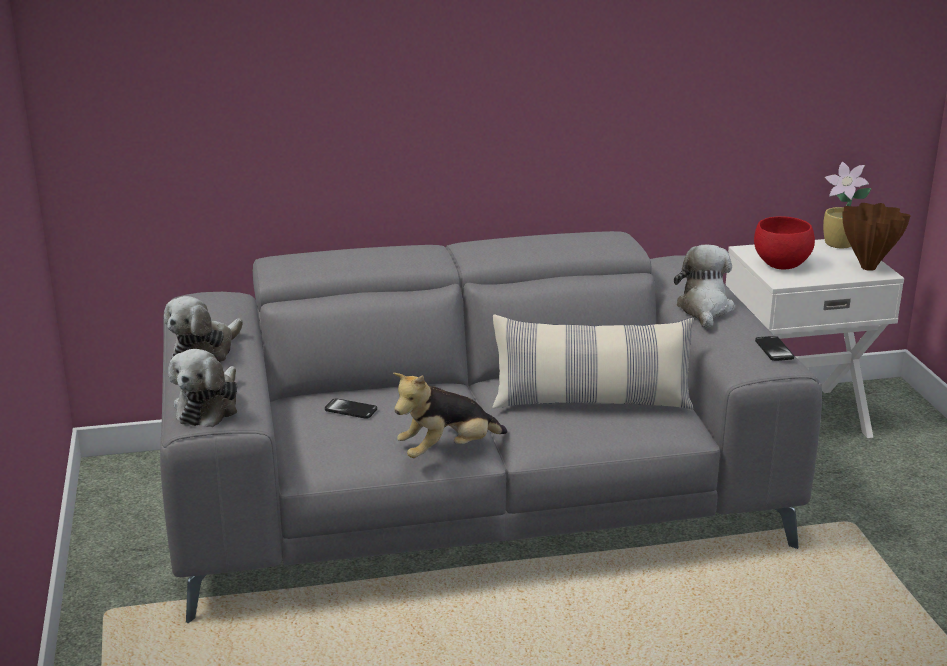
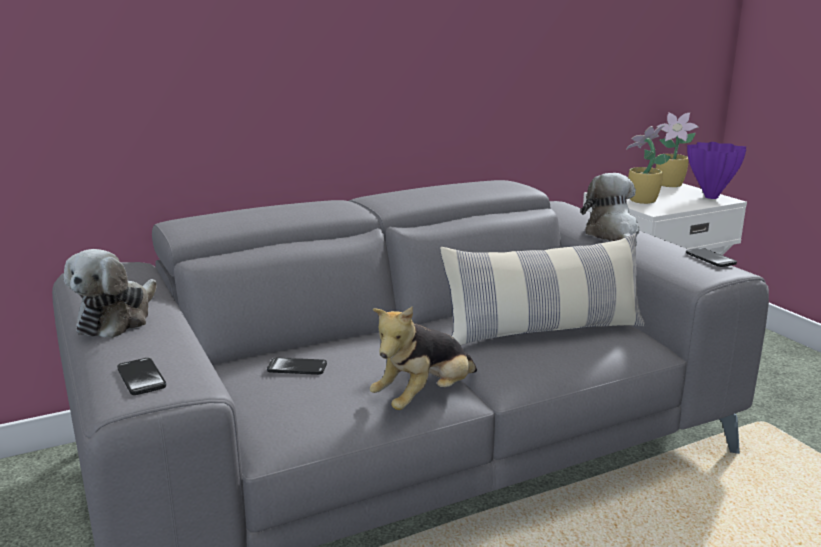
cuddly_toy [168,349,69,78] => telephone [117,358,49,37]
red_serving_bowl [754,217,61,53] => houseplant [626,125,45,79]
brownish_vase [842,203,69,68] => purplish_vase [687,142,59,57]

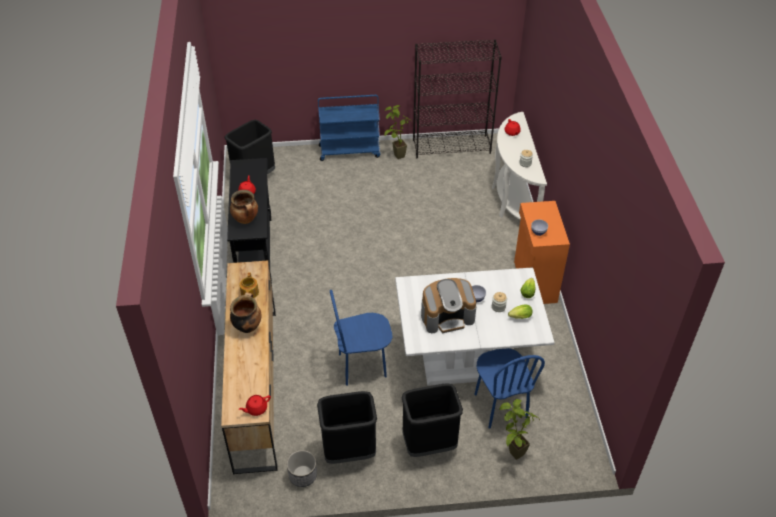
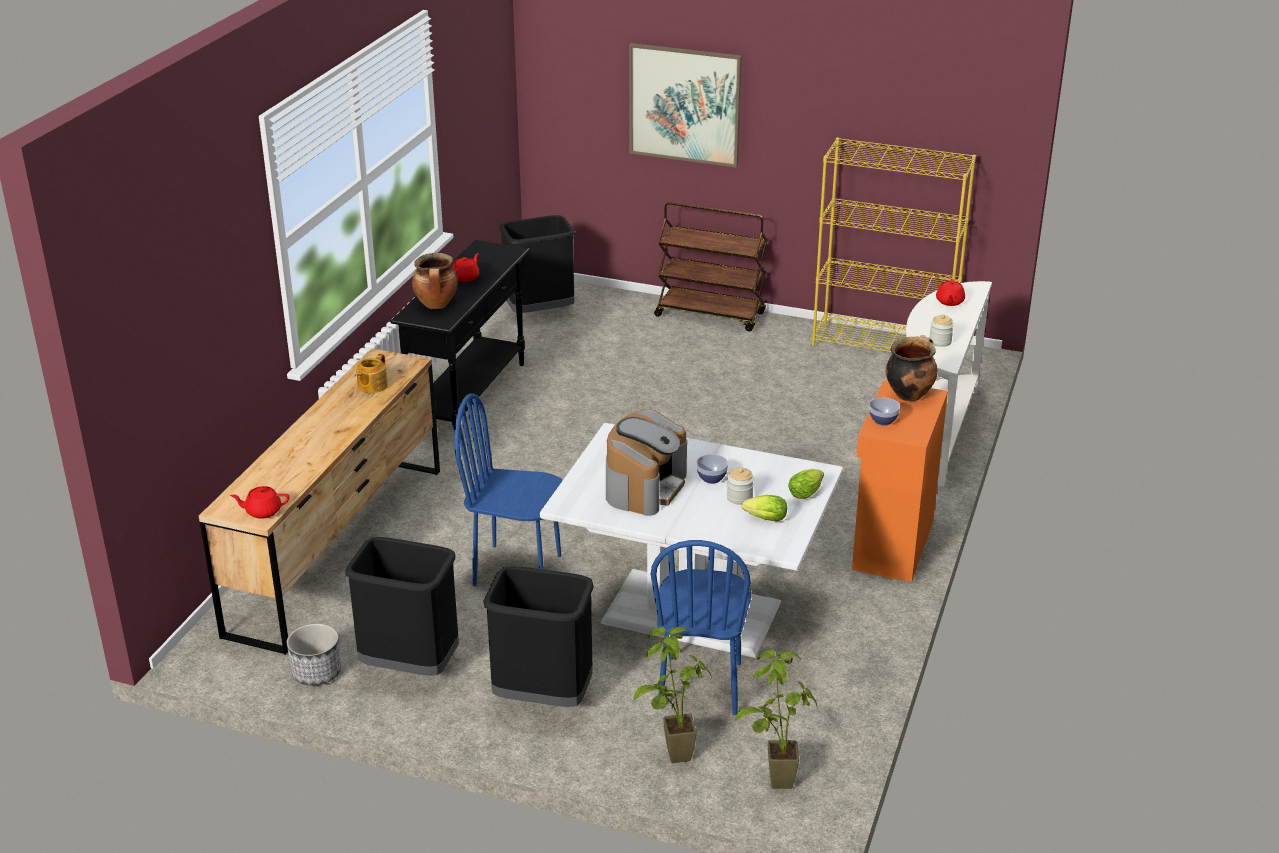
coffee_machine [421,278,55,55] => coffee_machine [606,409,81,107], 75 degrees counterclockwise
nothing => picture [629,43,113,125]
bluish_wheeled_cart [318,95,63,66] => brownish_wheeled_cart [654,202,113,130]
houseplant [384,105,25,54] => houseplant [735,650,82,139], move
black_shelving_unit [413,39,89,119] => yellow_shelving_unit [812,138,164,214]
cooking_pot [230,292,32,41] => cooking_pot [886,335,52,66], move

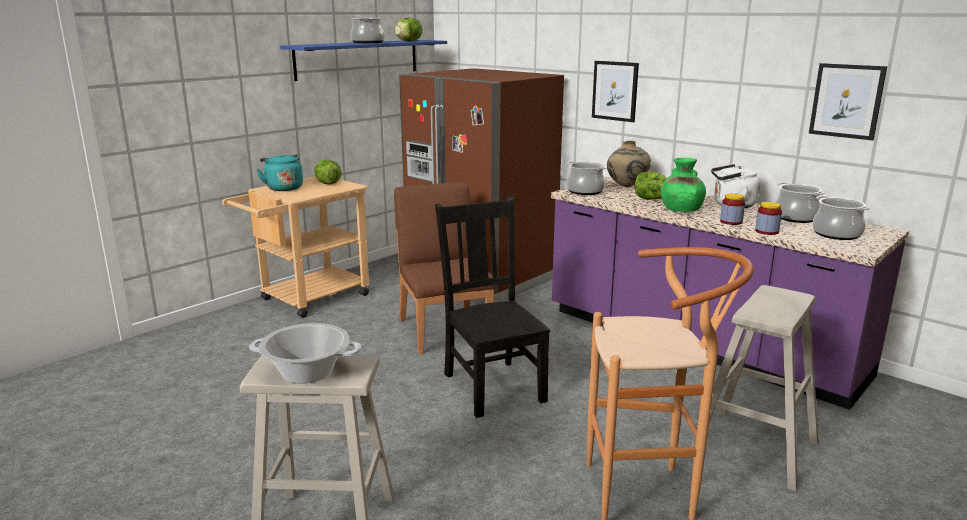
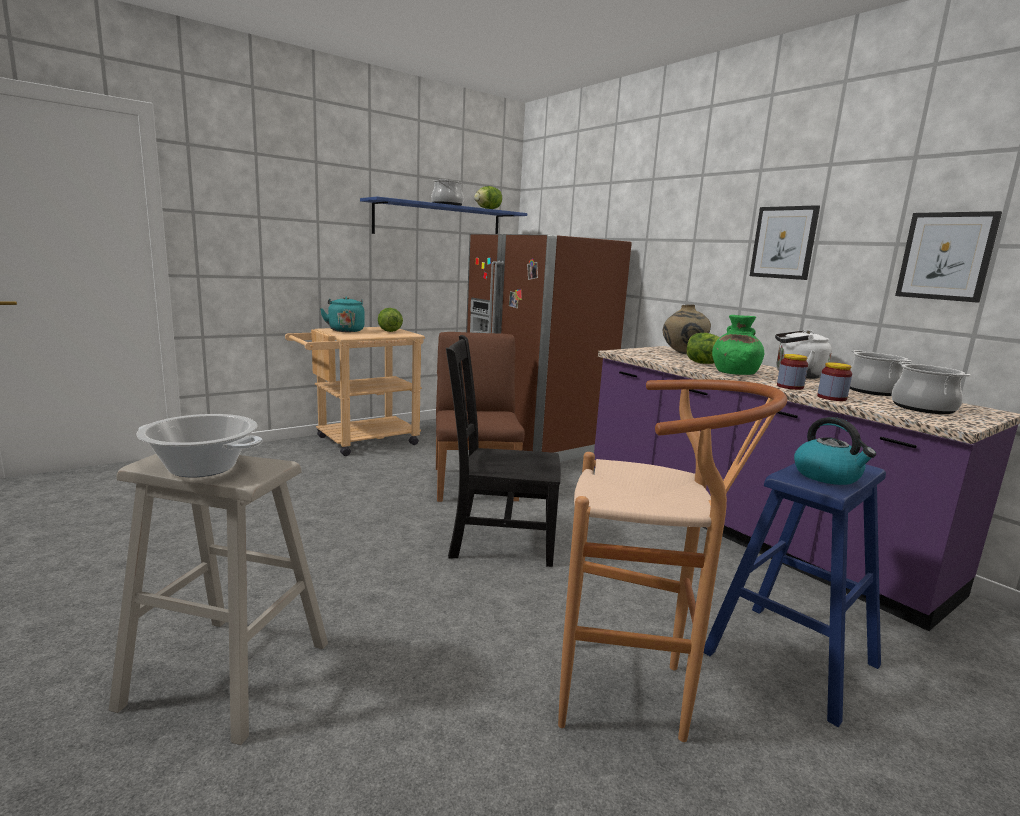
black_chair [435,196,115,222] => black_chair [446,335,115,232], 75 degrees counterclockwise
beige-coloured_sitting_stool [691,285,128,207] => bluish_sitting_stool [704,463,182,264]
picture [592,61,47,61] => picture [750,205,70,75], move
nothing => kettle [794,417,82,68]
cooking_pot [566,161,41,34] => nothing

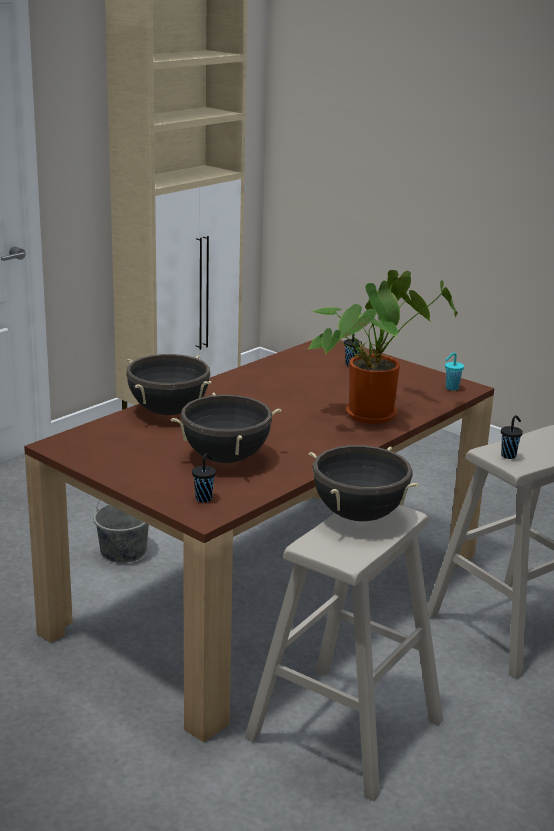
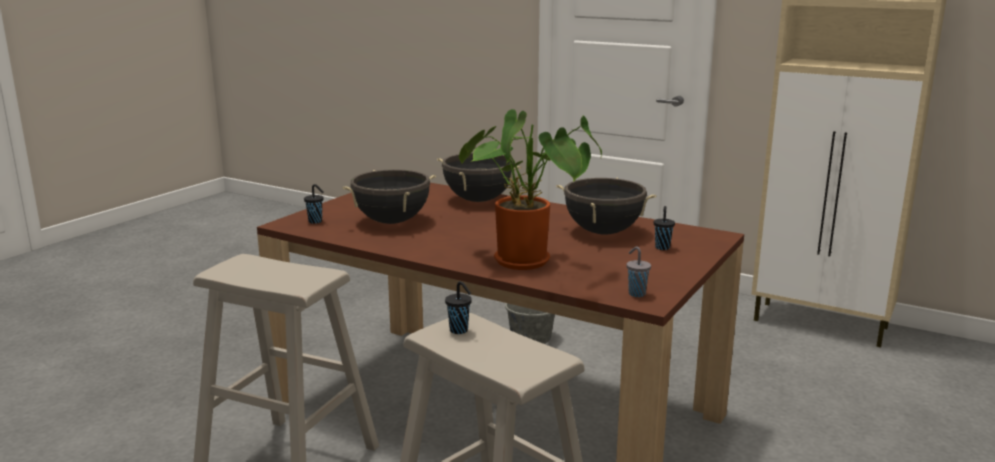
black_cooking_pot [309,445,110,76] => black_cooking_pot [556,177,100,58], move
blue-green_small_cup [445,352,19,39] => greyish_small_cup [627,247,24,50]

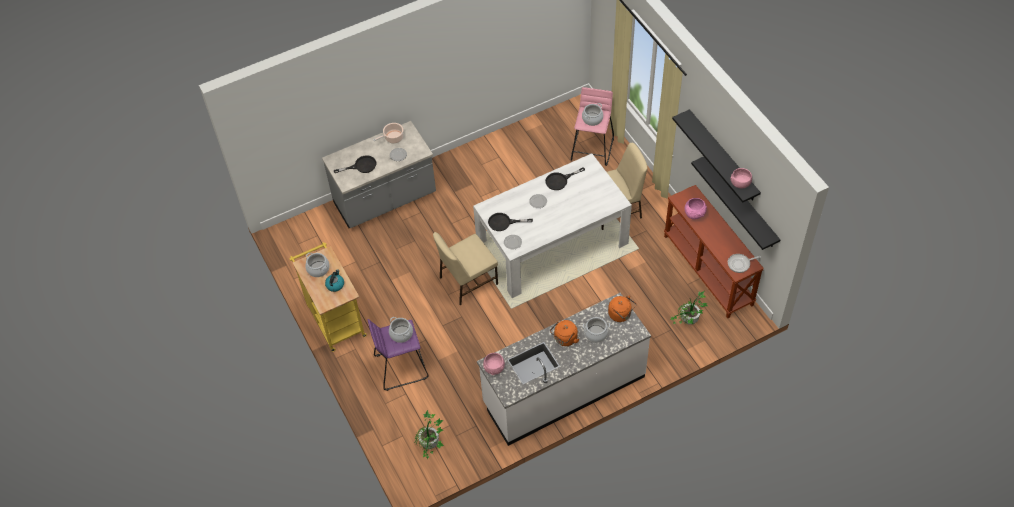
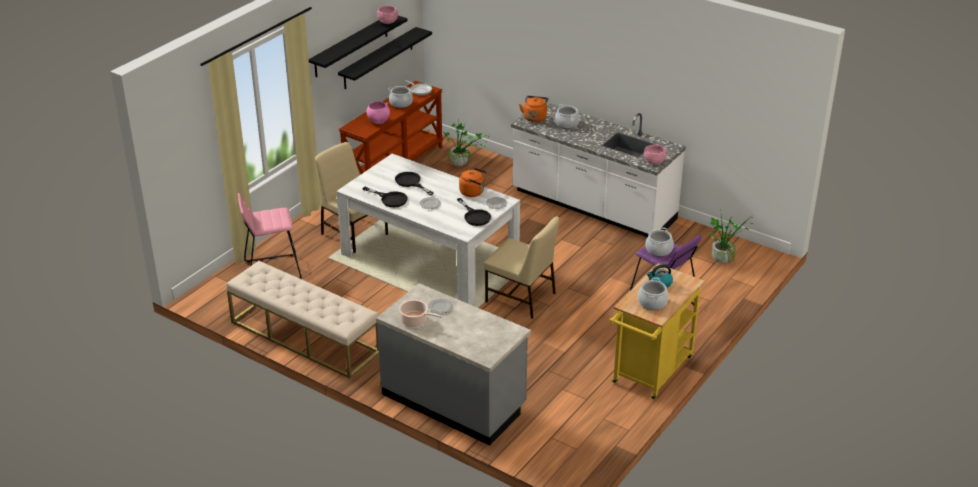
nothing => beige-coloured_bench [226,261,153,117]
cooking_pot [582,103,21,23] => cooking_pot [388,86,25,22], move
black_skillet [334,155,42,18] => black_skillet [395,172,39,23], move
orange-coloured_kettle [550,320,29,26] => orange-coloured_kettle [459,168,28,29], move

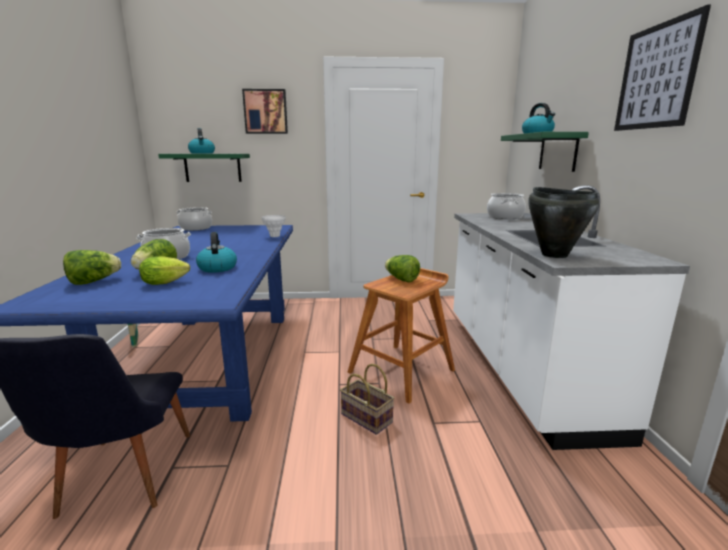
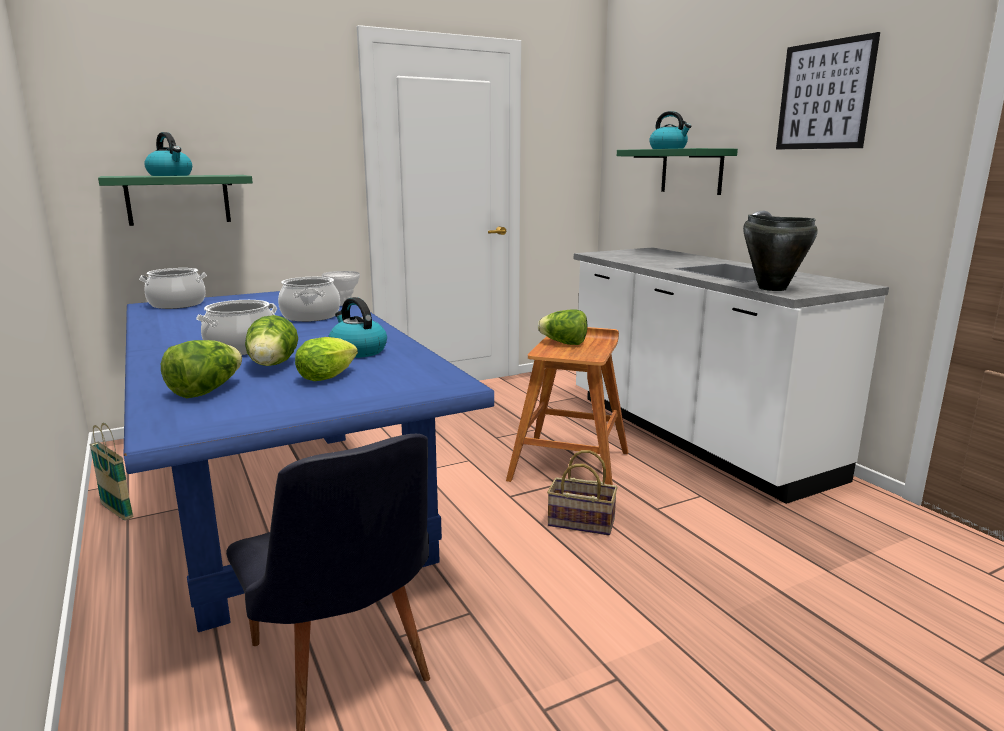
cooking_pot [487,193,39,26] => cooking_pot [278,277,62,45], move
picture [242,89,46,45] => nothing

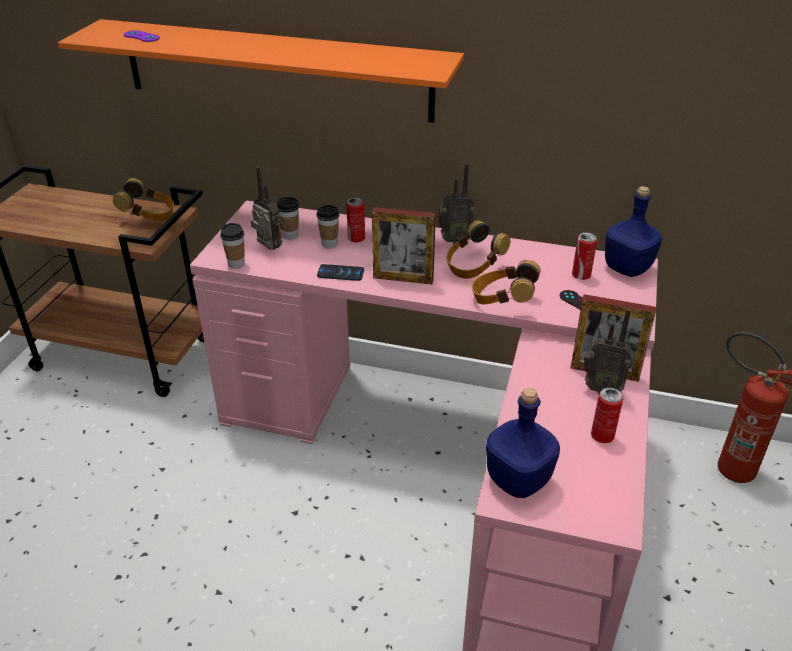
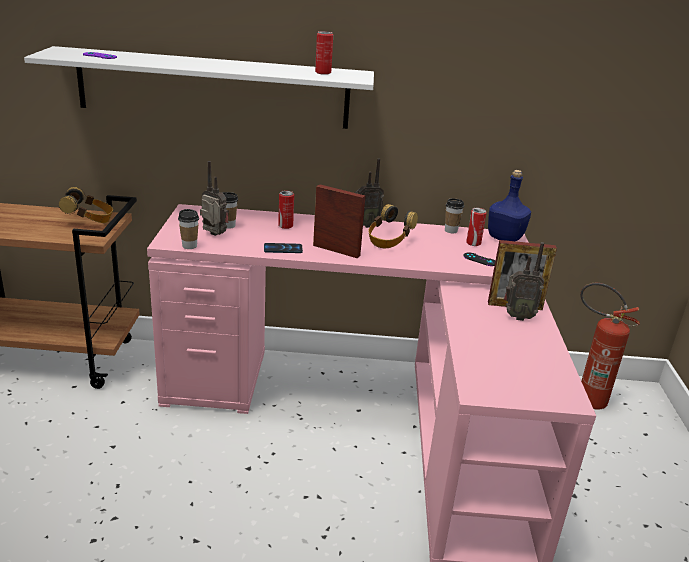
orange-coloured_wall_shelf [58,19,406,104] => white_wall_shelf [24,46,350,83]
picture_frame [372,207,64,77] => picture_frame [313,184,53,74], 150 degrees counterclockwise
sealed_can [591,388,32,55] => sealed_can [315,31,18,44], move
small_cup [316,205,23,43] => small_cup [445,198,19,35], move
pair_of_headphones [472,260,68,44] => nothing
bluish_bottle [486,388,74,110] => nothing

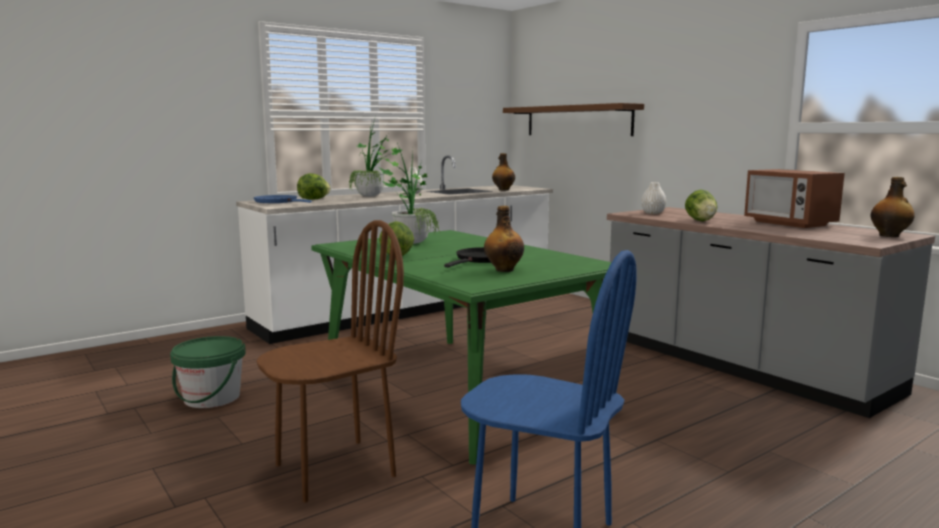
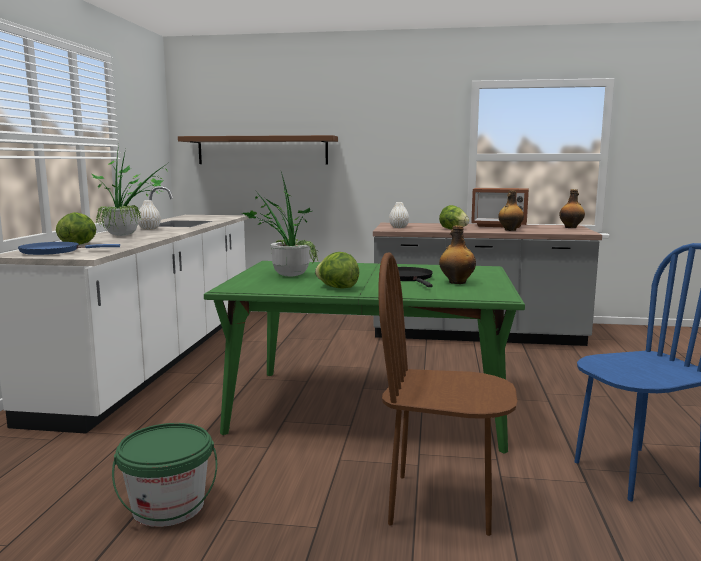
brownish_chair [256,220,148,282] => brownish_chair [379,252,139,284], 90 degrees counterclockwise
bottle [492,153,23,37] => bottle [498,190,26,41], move

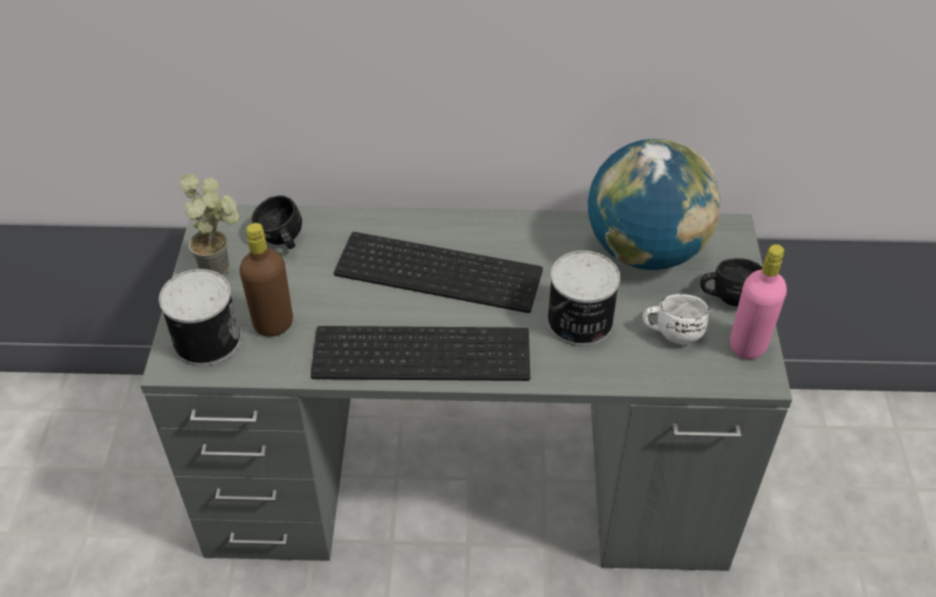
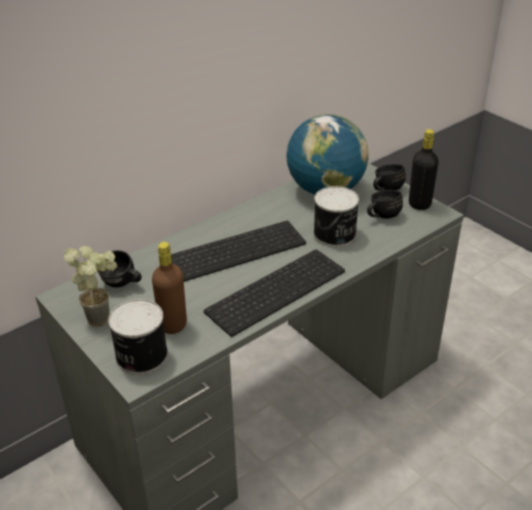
white_mug [643,294,67,51] => black_mug [367,190,36,29]
pink-coloured_bottle [730,244,57,115] => black_bottle [409,129,30,81]

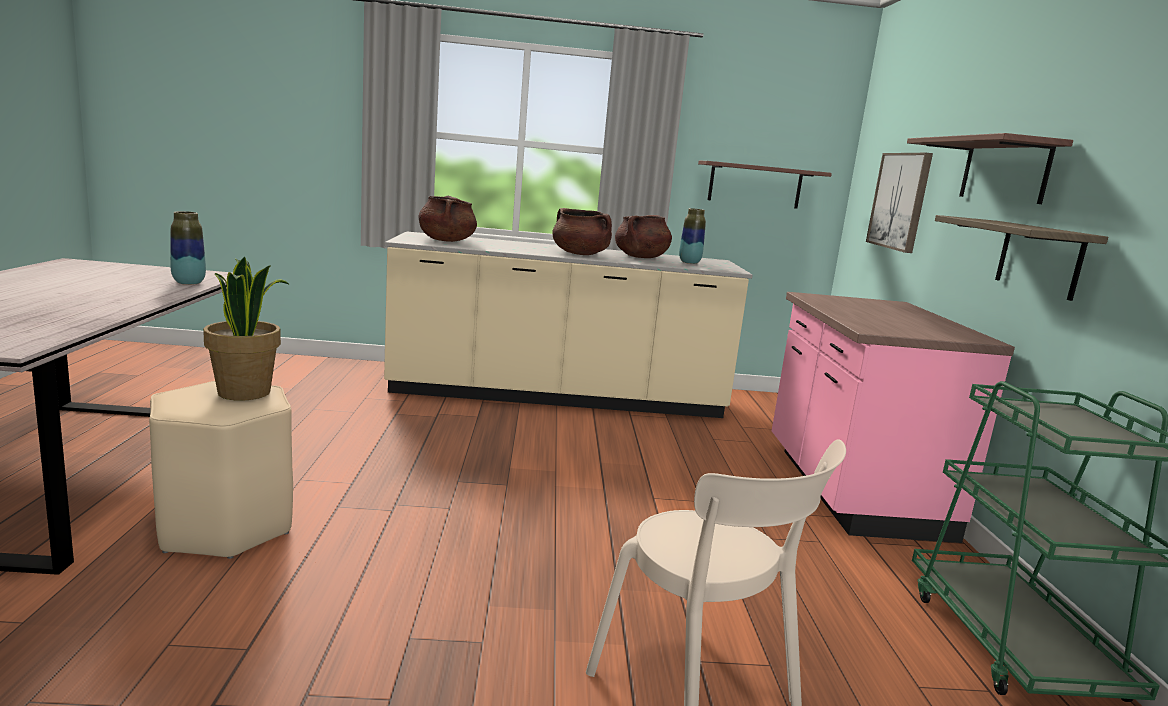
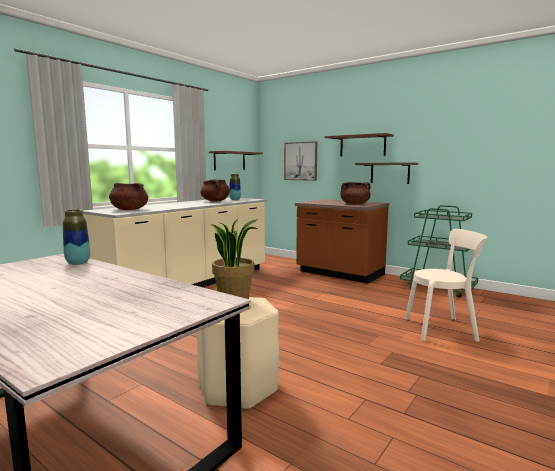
pink-coloured_kitchen_counter [772,292,243,251] => brownish_kitchen_counter [295,199,94,85]
brownish_cooking_pot [552,208,60,47] => brownish_cooking_pot [340,182,30,22], move

